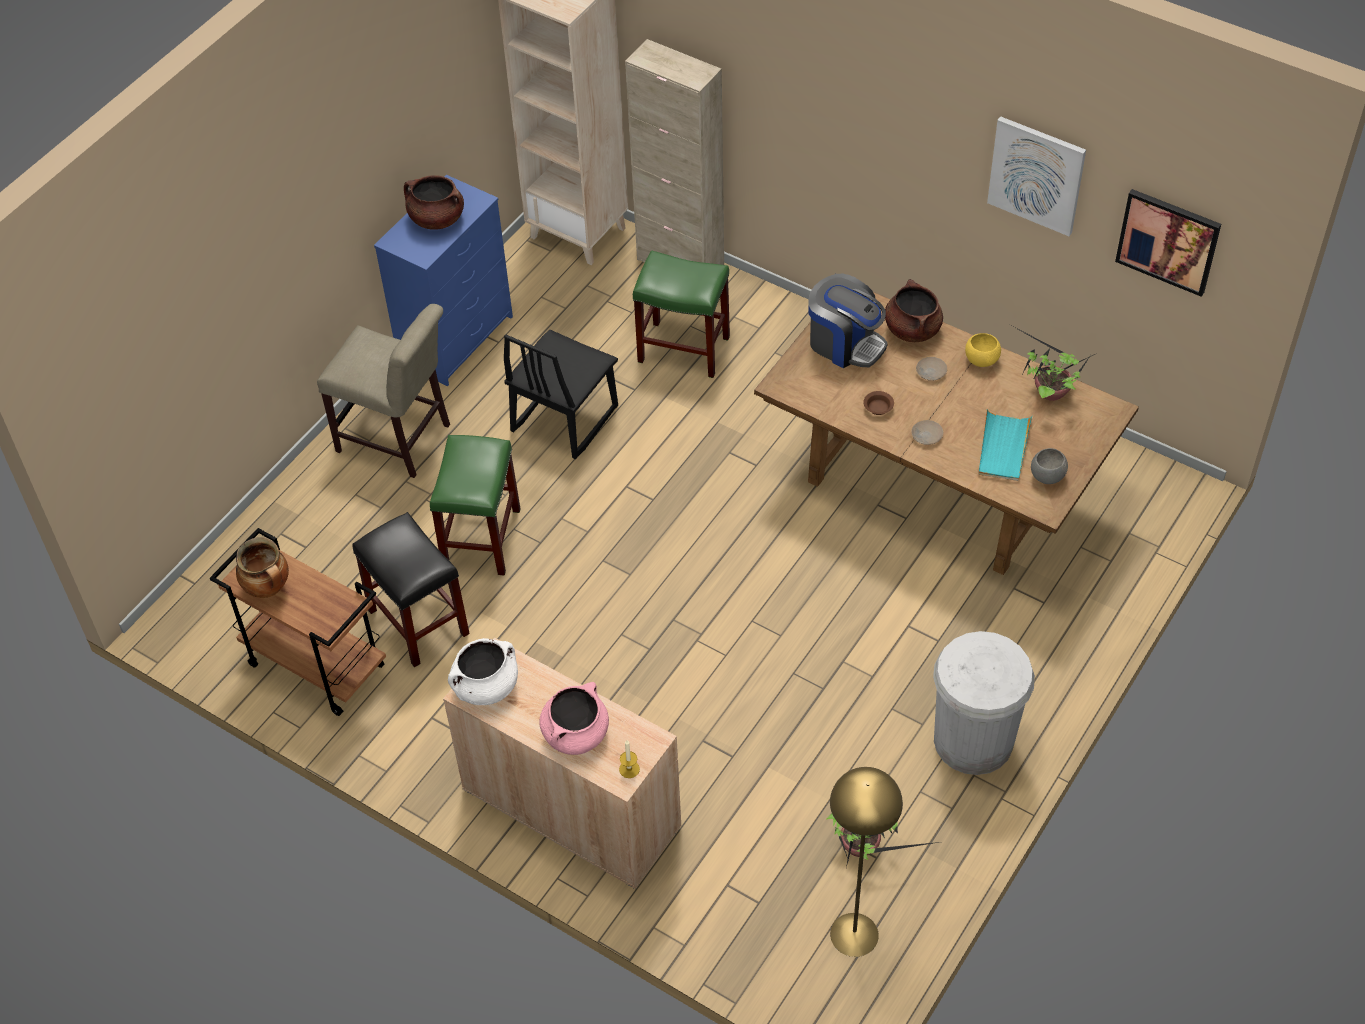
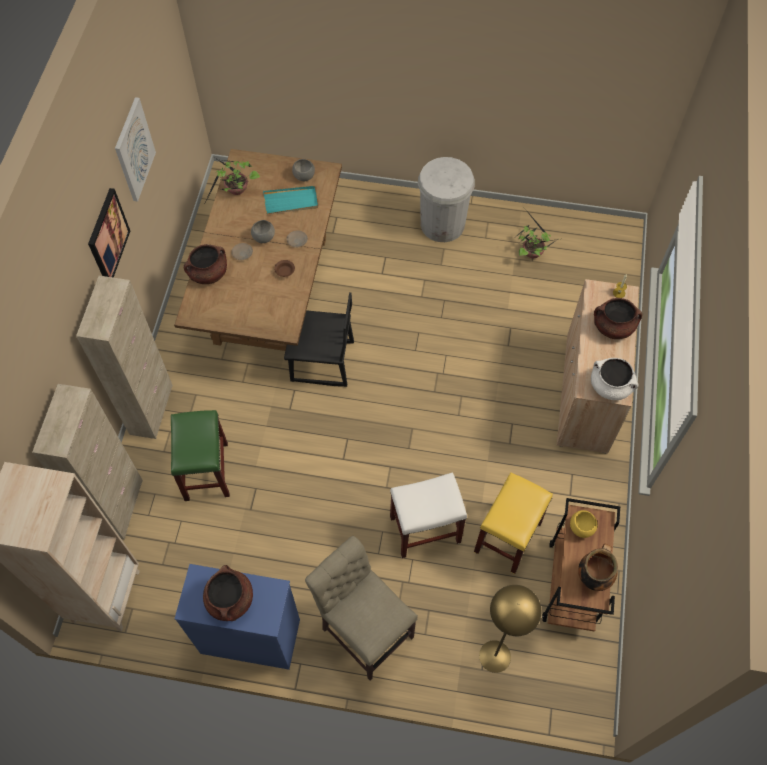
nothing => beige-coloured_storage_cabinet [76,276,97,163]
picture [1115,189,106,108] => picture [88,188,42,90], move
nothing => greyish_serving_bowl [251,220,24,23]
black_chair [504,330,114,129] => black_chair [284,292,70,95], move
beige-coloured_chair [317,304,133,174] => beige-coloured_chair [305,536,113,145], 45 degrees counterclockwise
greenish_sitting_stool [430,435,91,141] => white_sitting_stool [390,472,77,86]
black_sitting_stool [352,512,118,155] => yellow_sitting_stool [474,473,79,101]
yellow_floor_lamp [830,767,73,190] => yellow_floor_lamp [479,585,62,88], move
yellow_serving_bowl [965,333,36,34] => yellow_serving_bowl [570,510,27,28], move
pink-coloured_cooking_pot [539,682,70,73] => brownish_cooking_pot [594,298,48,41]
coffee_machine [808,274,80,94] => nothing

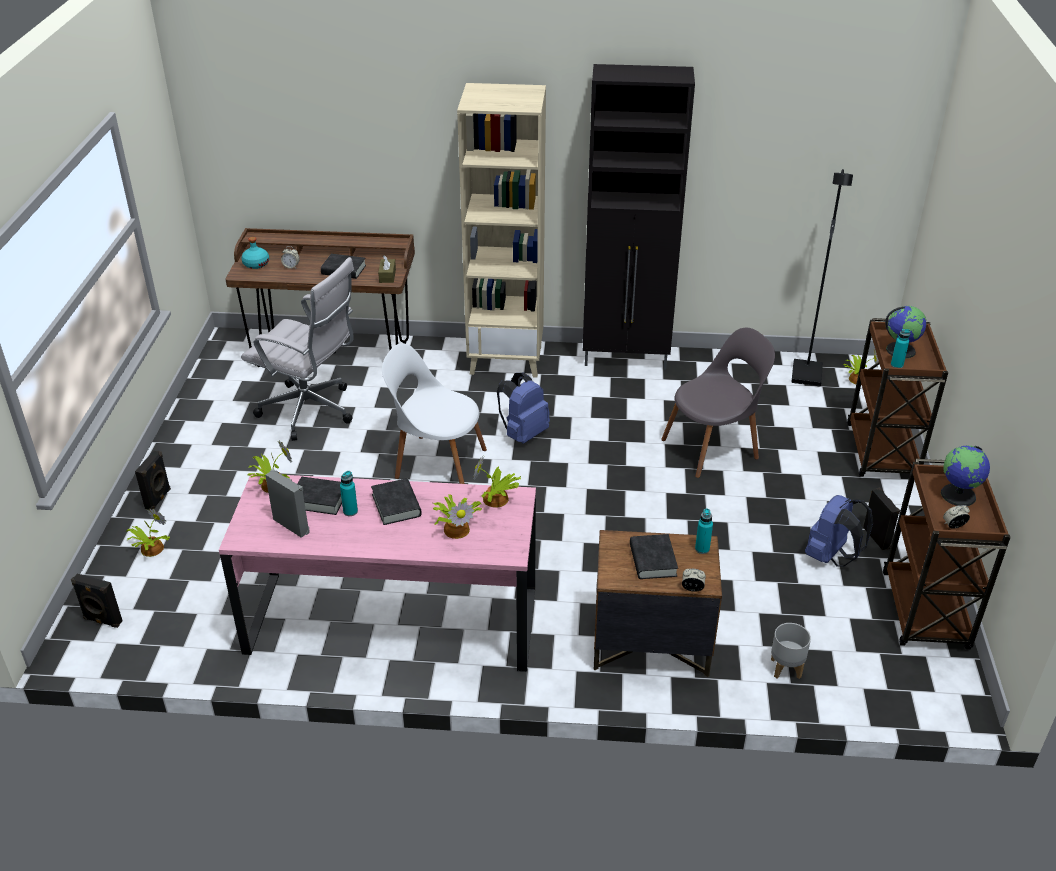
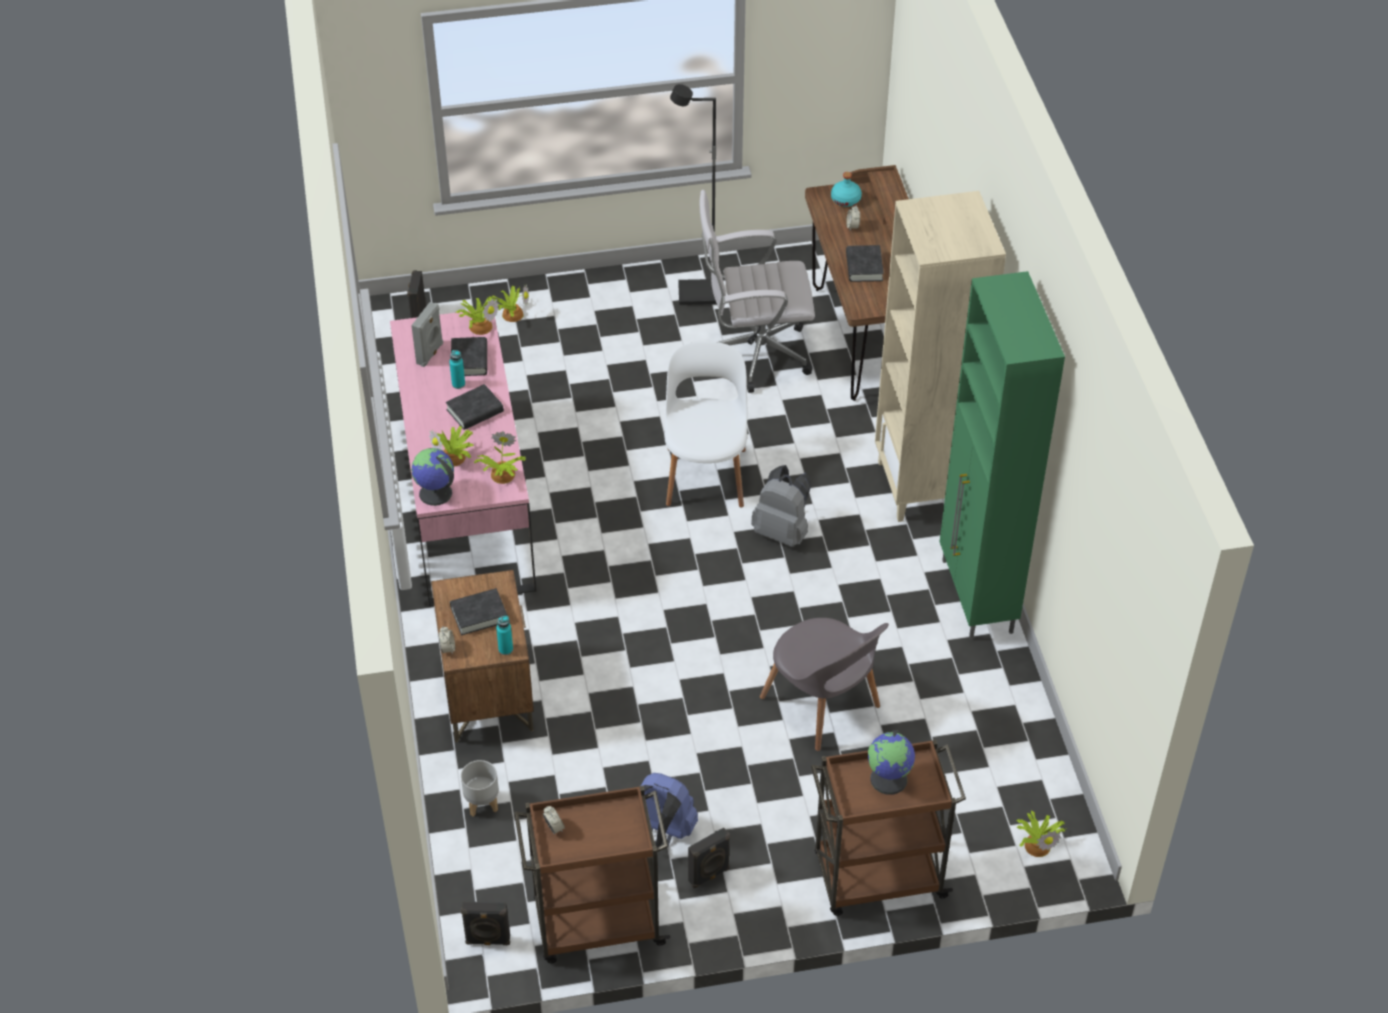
world_globe [941,445,49,61] => world_globe [411,448,43,58], move
black_audio_speaker [135,451,36,59] => black_audio_speaker [461,902,49,43], move
black_floor_lamp [791,169,62,218] => black_floor_lamp [670,84,47,221], move
white_desk_chair [241,257,113,184] => white_desk_chair [700,190,115,203], 75 degrees clockwise
bluish_knapsack [497,373,53,71] => greyish_knapsack [751,465,61,82]
black_storage_cabinet [583,64,112,306] => greenish_storage_cabinet [940,271,125,369]
brownish_box_of_tissues [378,255,18,28] => nothing
blue-green_bottle [891,329,20,39] => nothing

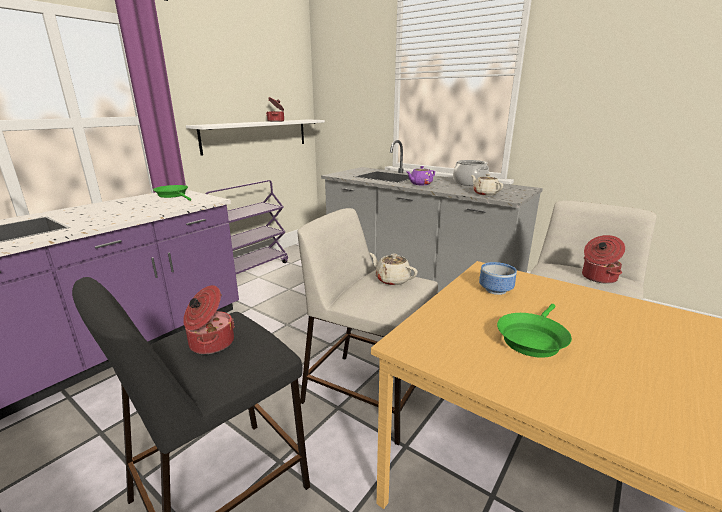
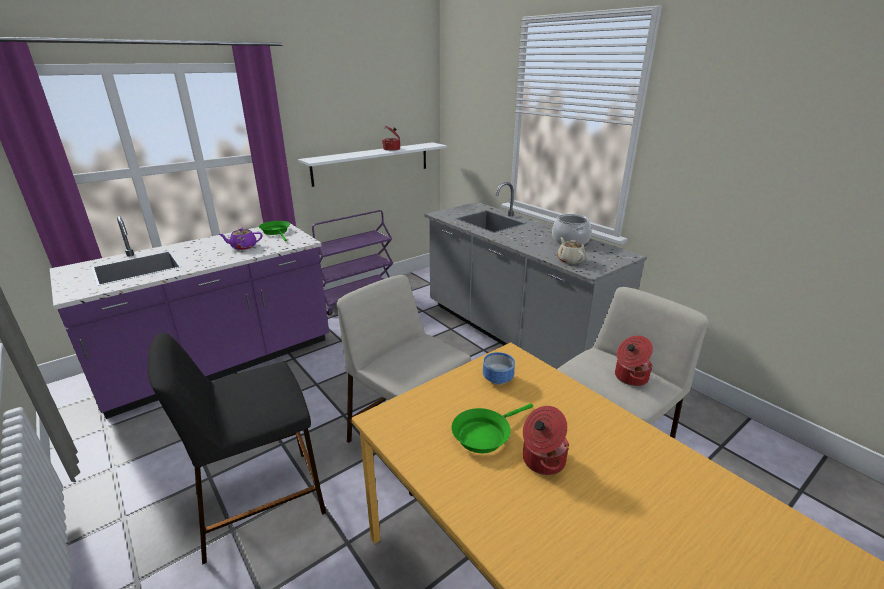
purplish_teapot [406,166,29,19] => purplish_teapot [218,228,44,22], move
cooking_pot [183,285,52,69] => cooking_pot [523,406,47,69], move
beige-coloured_teapot [369,253,49,33] => nothing

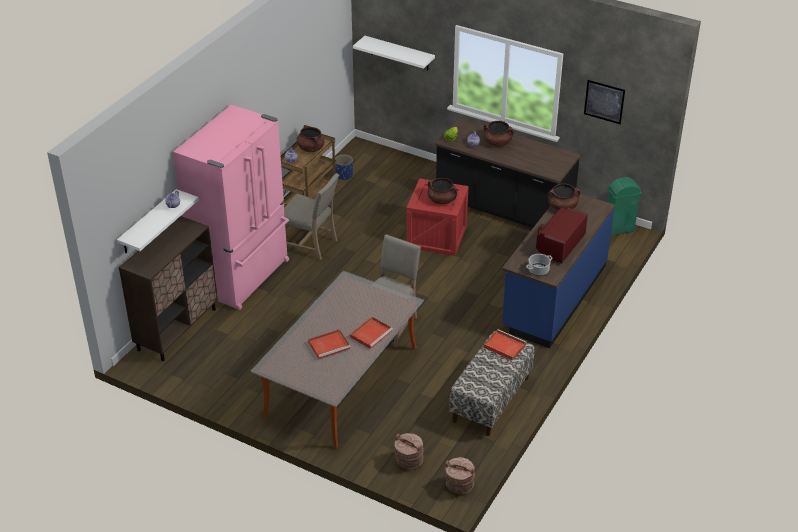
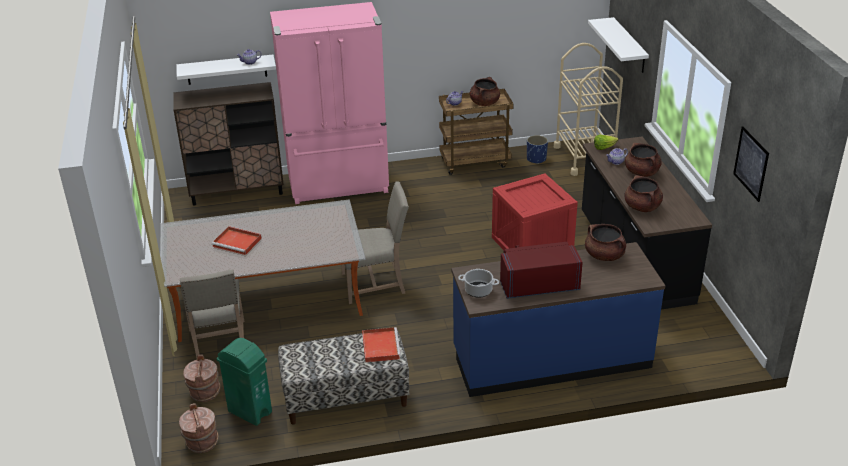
beige-coloured_chair [284,173,55,87] => beige-coloured_chair [180,269,64,90], move
greenish_waste_bin [608,177,34,59] => greenish_waste_bin [216,338,56,88], move
nothing => beige-coloured_wheeled_cart [554,43,69,133]
brownish_cooking_pot [428,178,29,26] => brownish_cooking_pot [624,175,39,37], move
red_tray [350,316,43,33] => nothing

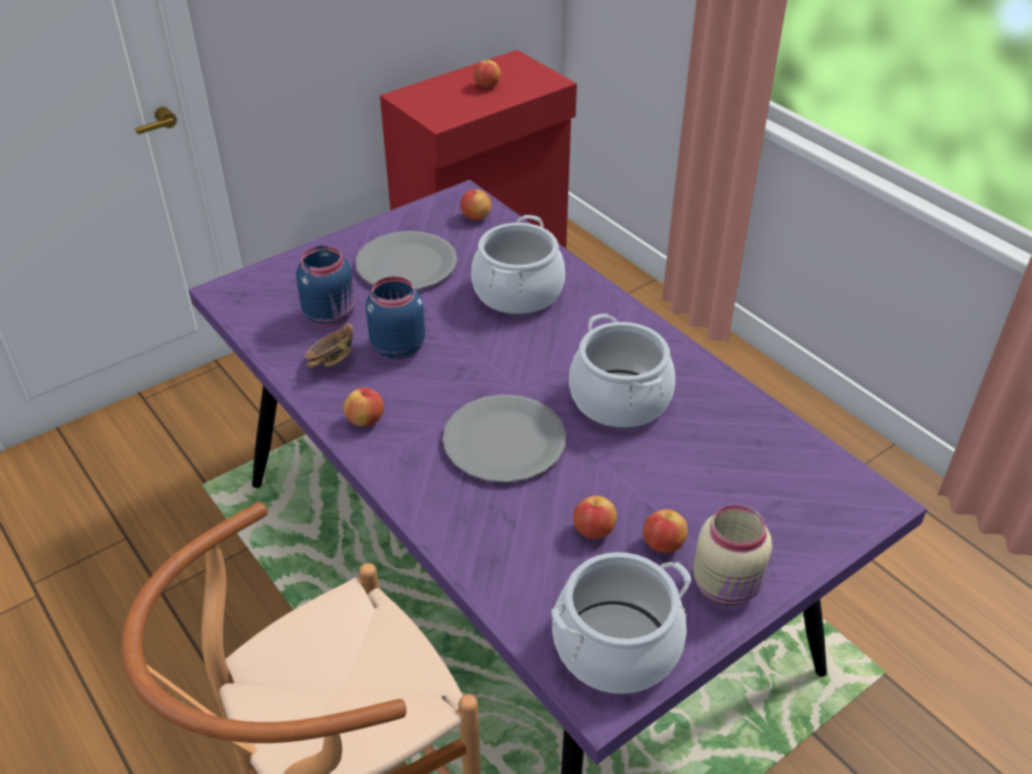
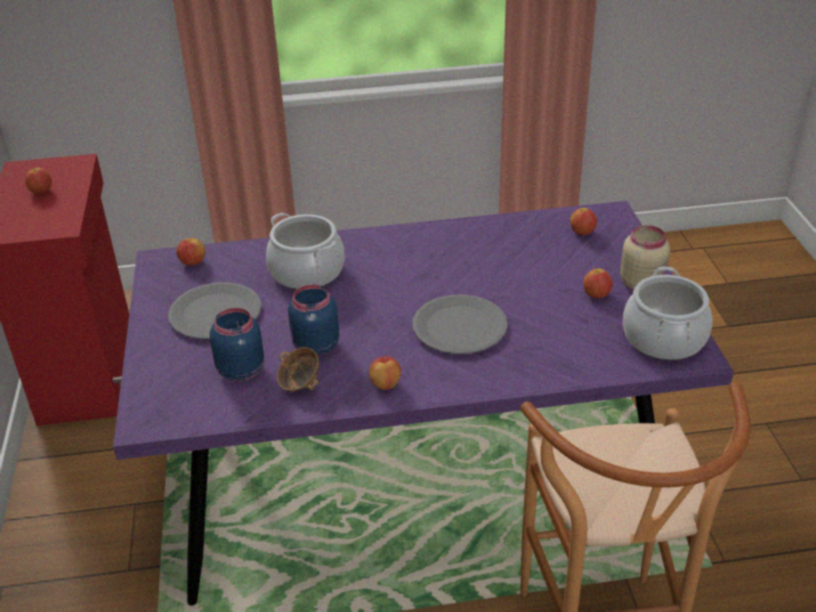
whole_apple [573,496,44,43] => whole_apple [570,208,27,27], move
cooking_pot [569,314,106,114] => nothing

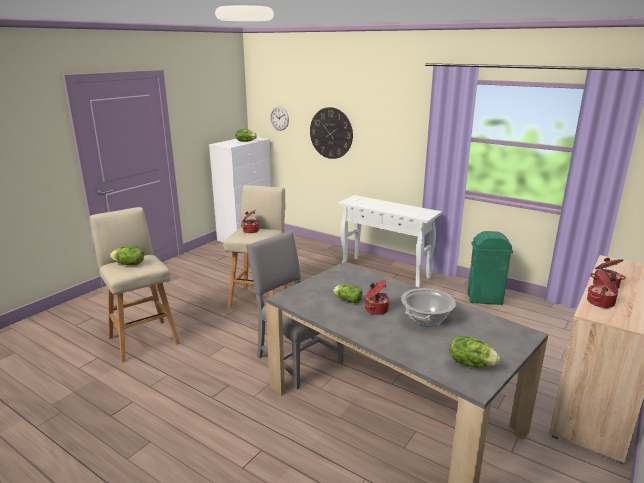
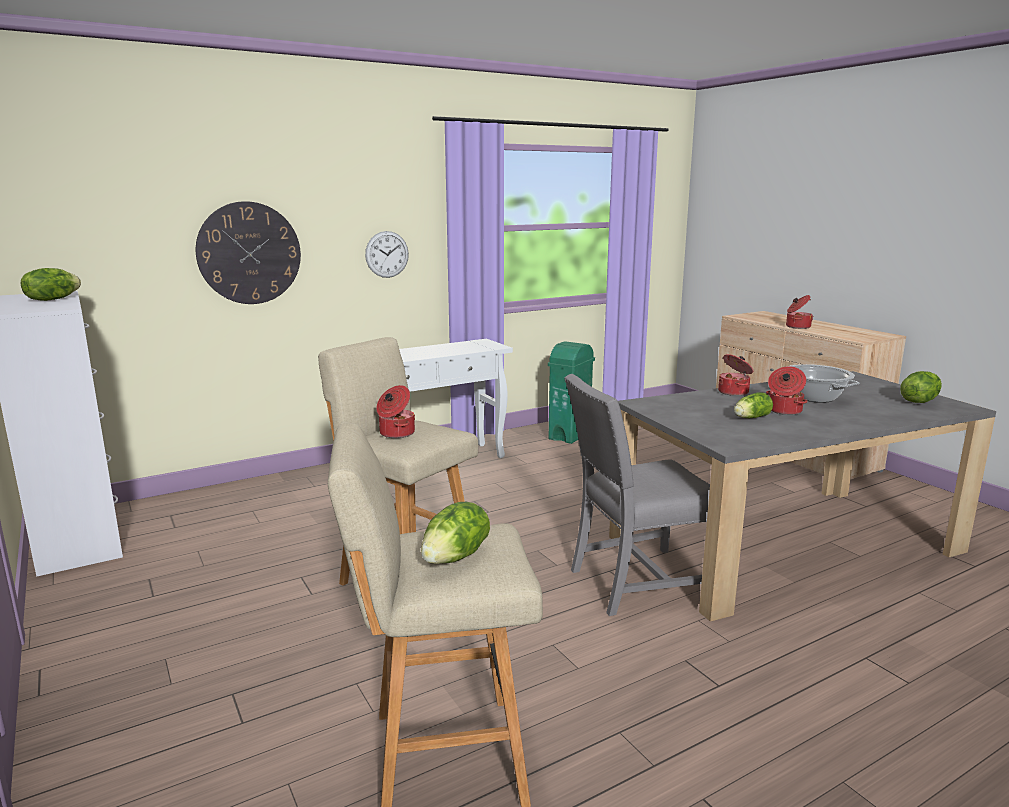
clock_on_the_wall [270,106,19,25] => clock_on_the_wall [365,231,44,47], move
cooking_pot [587,269,31,39] => cooking_pot [718,354,35,42], move

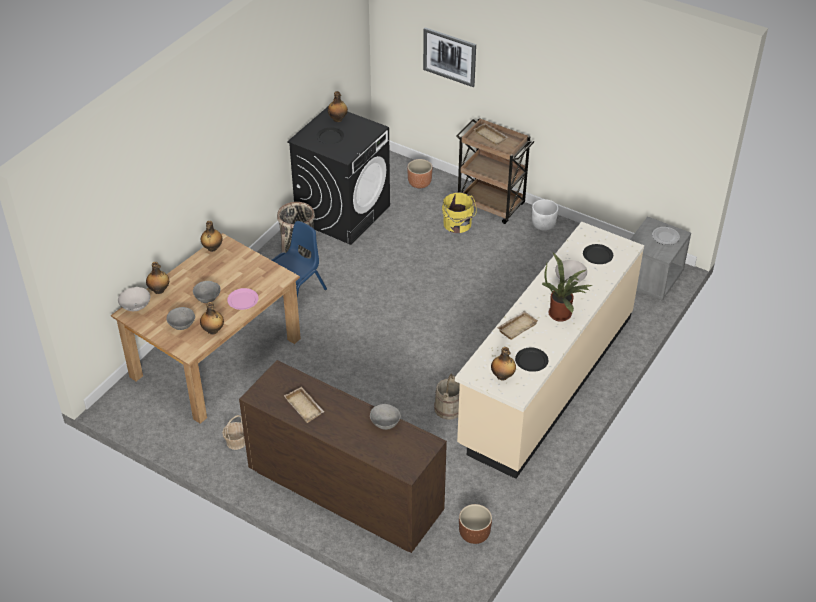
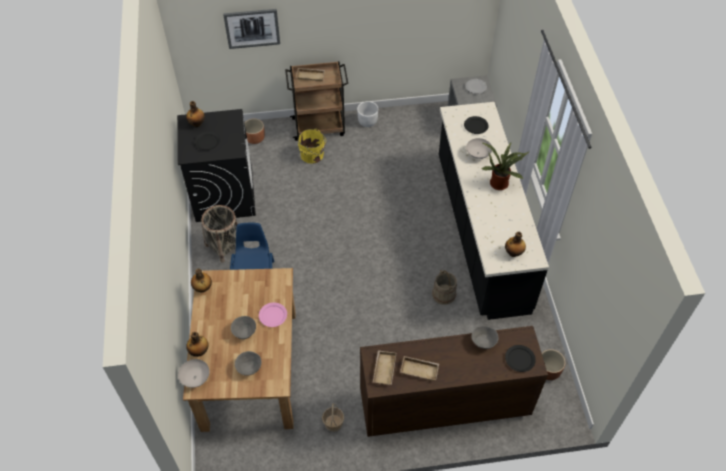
beige-coloured_tray [497,311,41,29] => beige-coloured_tray [373,350,23,35], move
beige-coloured_kitchen_counter [455,222,189,257] => black_kitchen_counter [439,102,110,218]
black_dinner_plate [515,347,33,25] => black_dinner_plate [505,345,31,27], move
bottle [200,302,24,33] => nothing

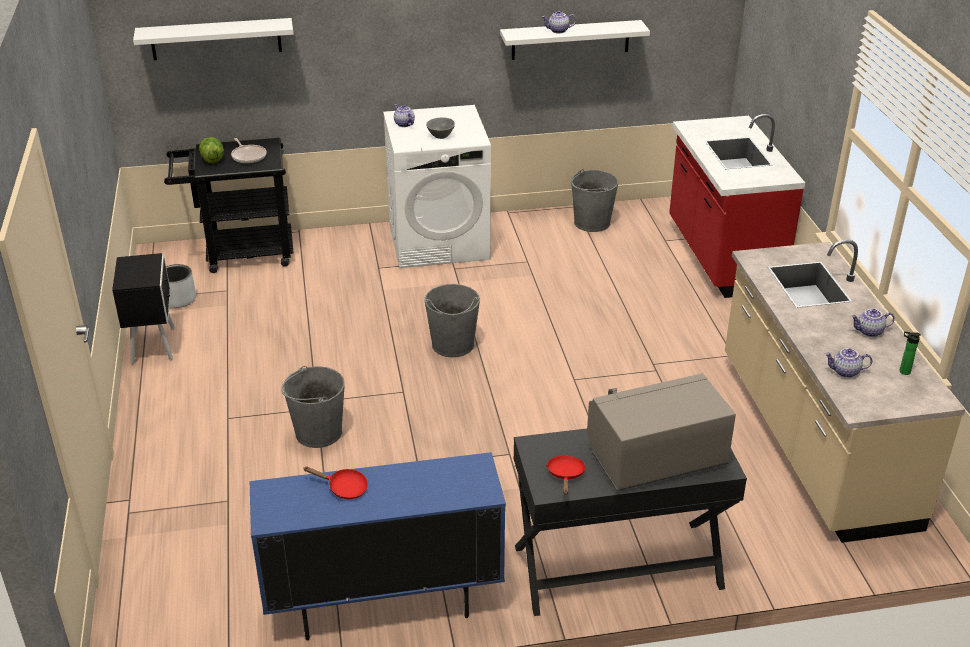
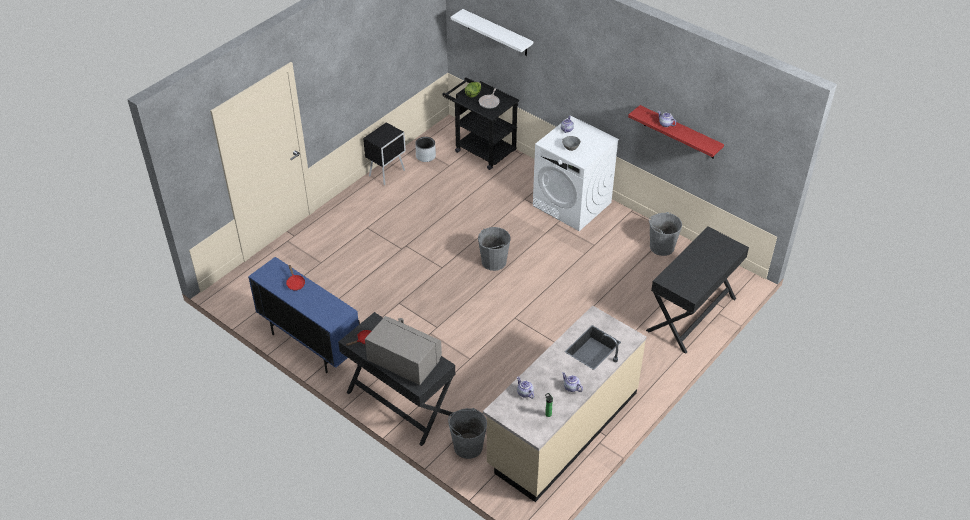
greyish_pail [281,366,64,82] => greyish_pail [448,408,39,51], move
white_wall_shelf [500,20,150,40] => red_wall_shelf [628,105,96,53]
red_kitchen_counter [669,114,136,184] => black_desk_unit [646,226,103,128]

